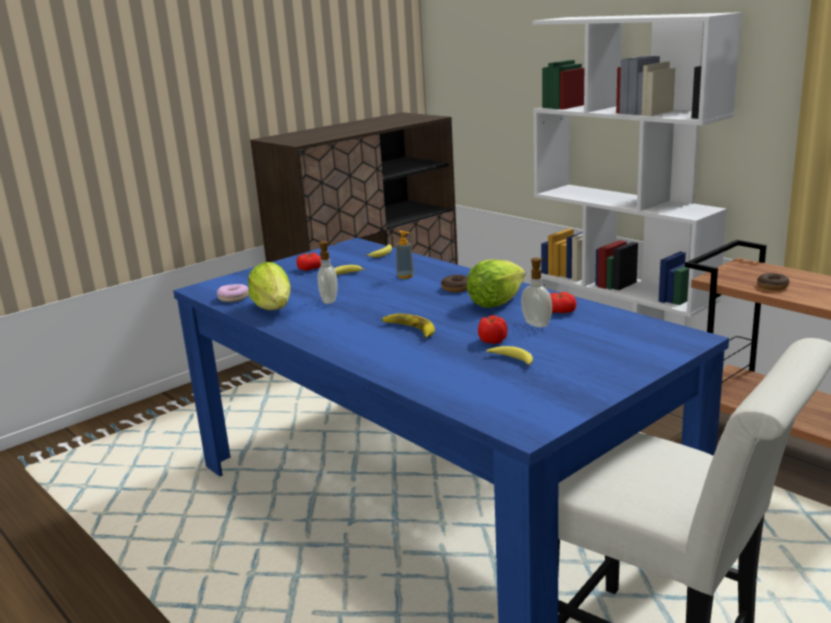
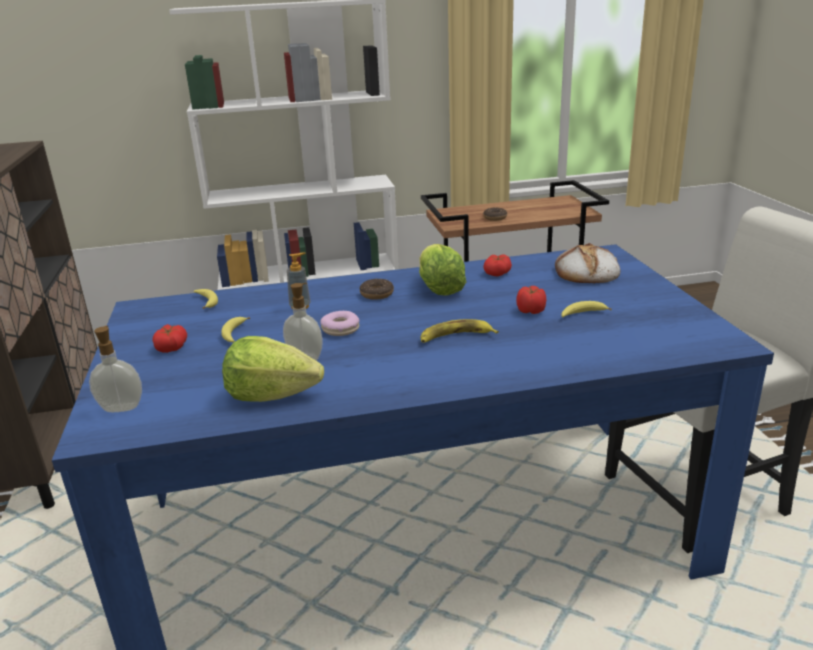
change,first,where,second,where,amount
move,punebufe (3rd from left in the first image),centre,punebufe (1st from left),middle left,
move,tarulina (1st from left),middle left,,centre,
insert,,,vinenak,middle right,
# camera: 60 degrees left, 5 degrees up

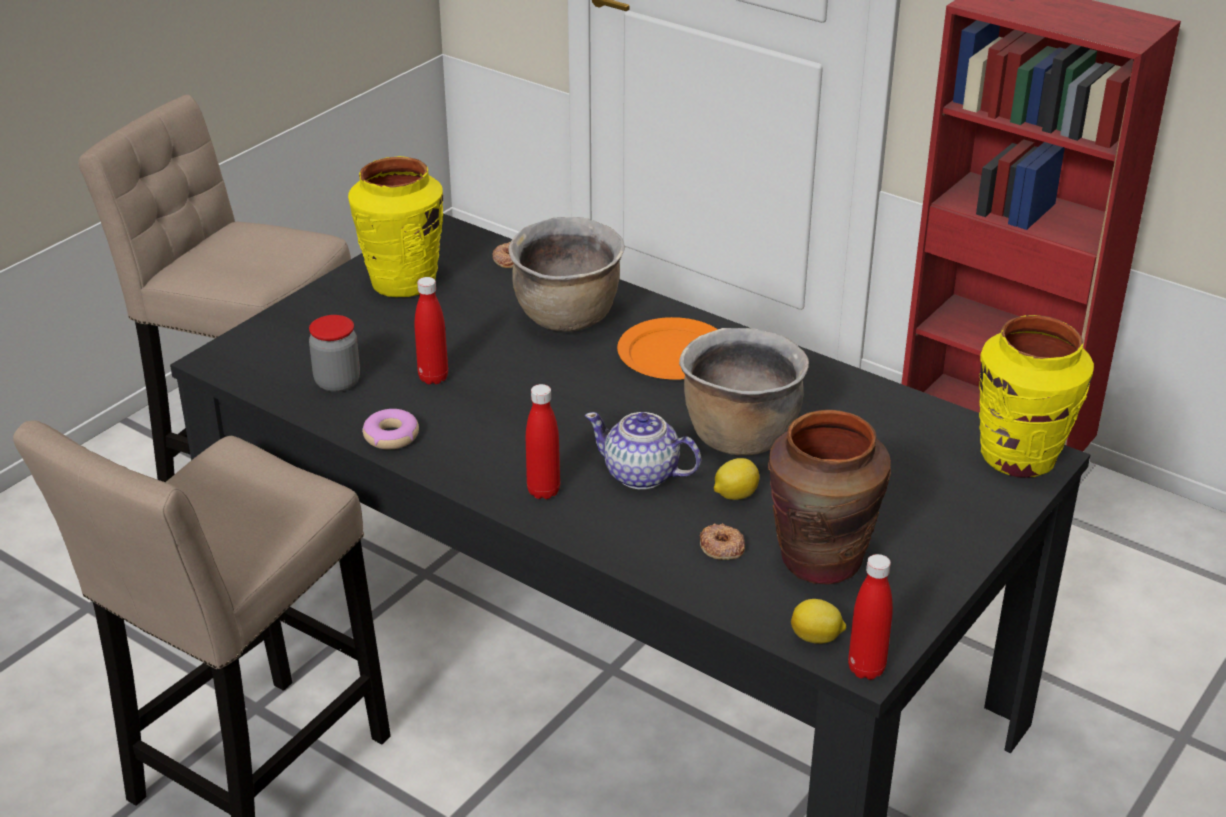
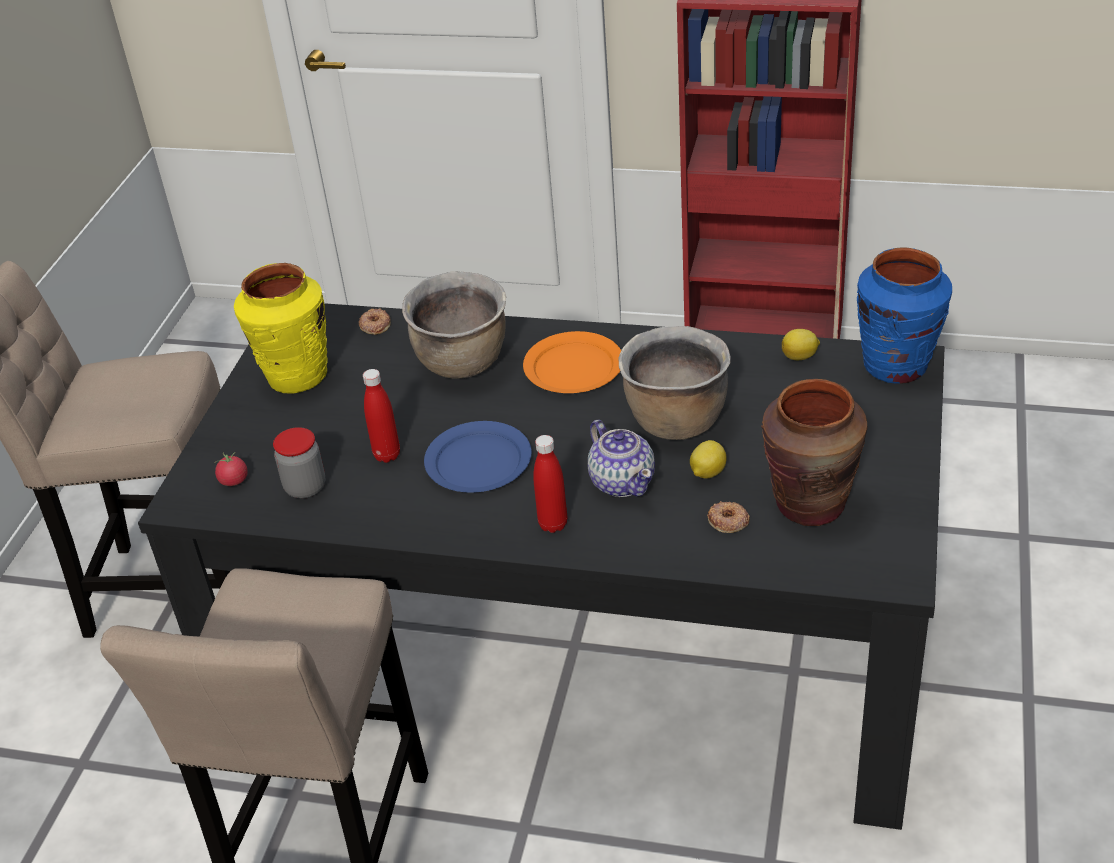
change,first,where,second,where,amount
recolor,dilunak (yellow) (2nd from left),middle right,dilunak (blue),middle right,
delete,tarulina (1st from left),middle left,,,
rotate,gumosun,centre,,centre,120 degrees counterclockwise
delete,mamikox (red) (3rd from left),bottom right,,,
move,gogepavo (2nd from left),bottom right,,middle right,
insert,,,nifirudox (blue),centre,
insert,,,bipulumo,middle left,
# camera: 20 degrees left, 5 degrees up

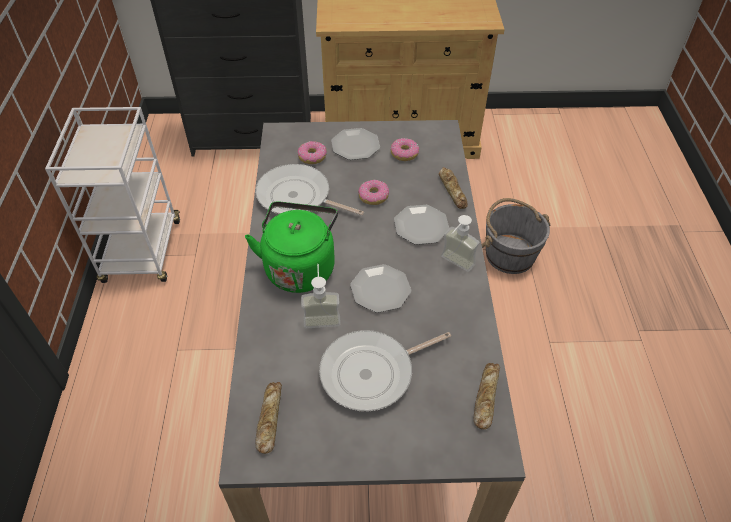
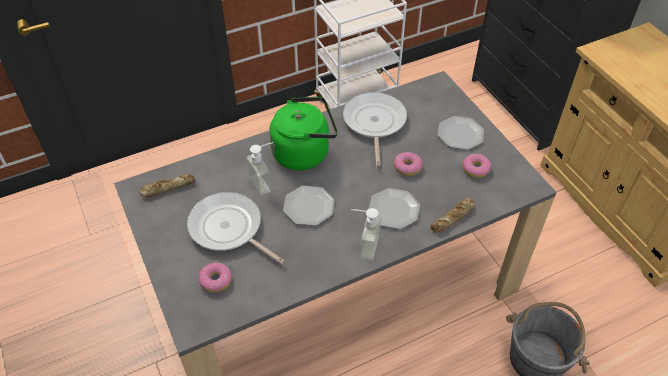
change,first,where,second,where,amount
move,tarulina (1st from left),top centre,,bottom left,
delete,vinenak (3rd from left),bottom centre,,,
# camera: 65 degrees right, 0 degrees up

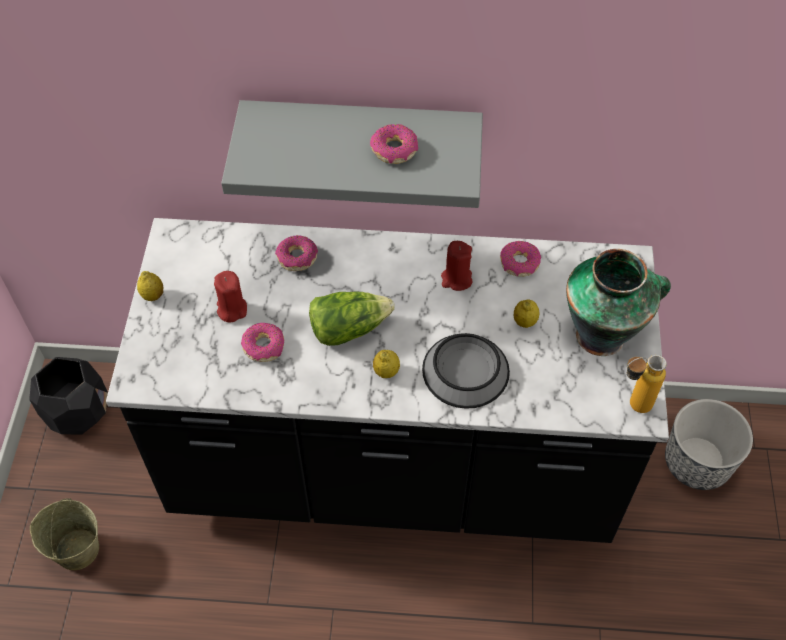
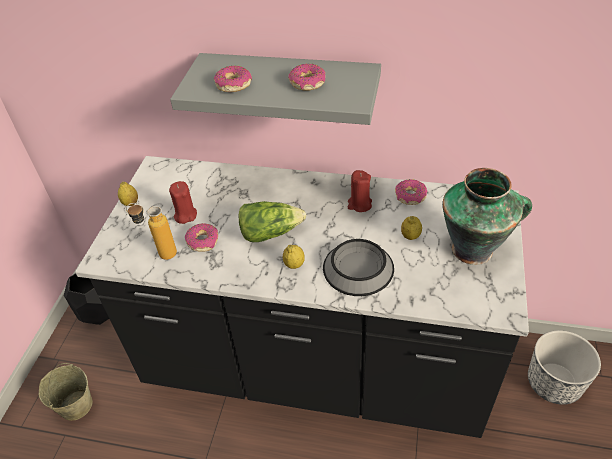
change,first,where,second,where,amount
move,tarulina (2nd from left),centre,,top centre,
move,mamikox,middle right,,middle left,
# camera: 10 degrees right, 10 degrees down

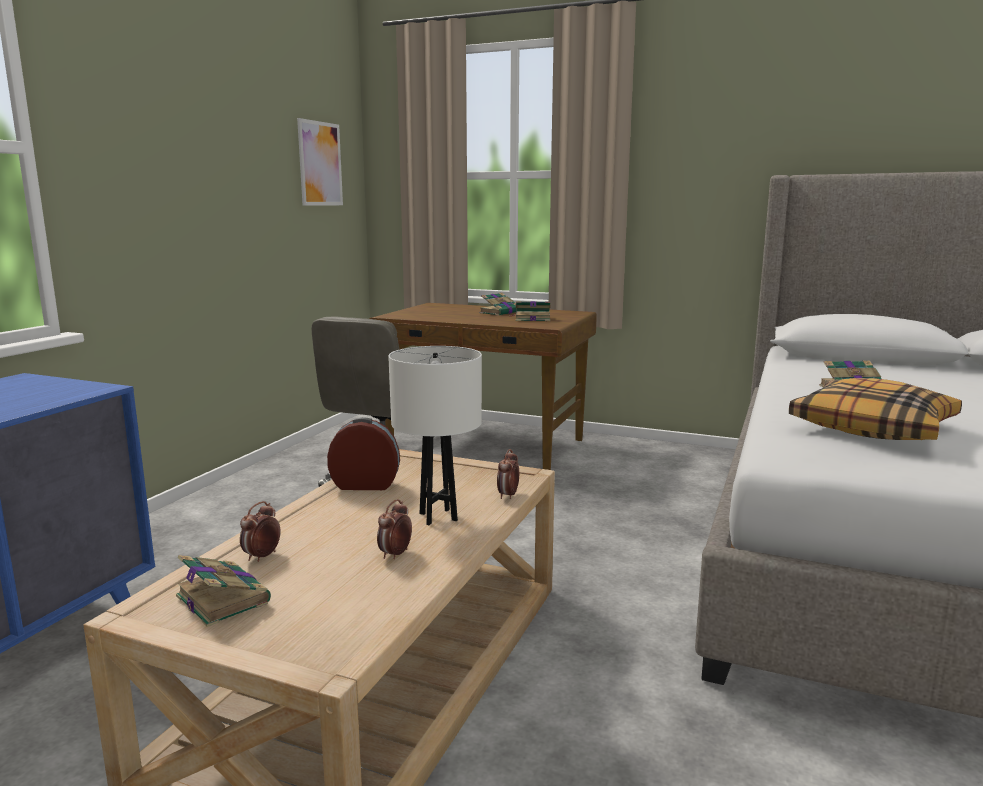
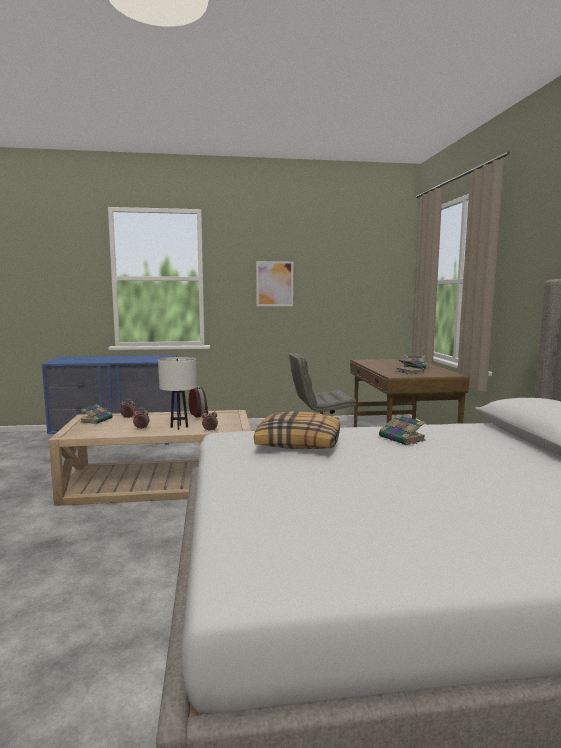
change,first,where,second,where,amount
move,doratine,top left,,centre,
# camera: 60 degrees right, 5 degrees down

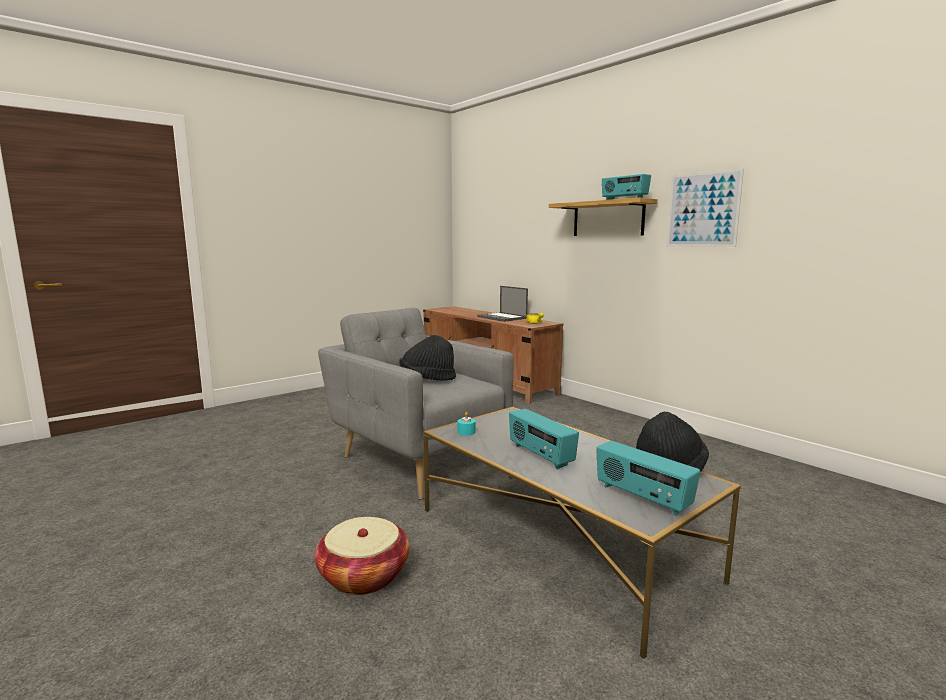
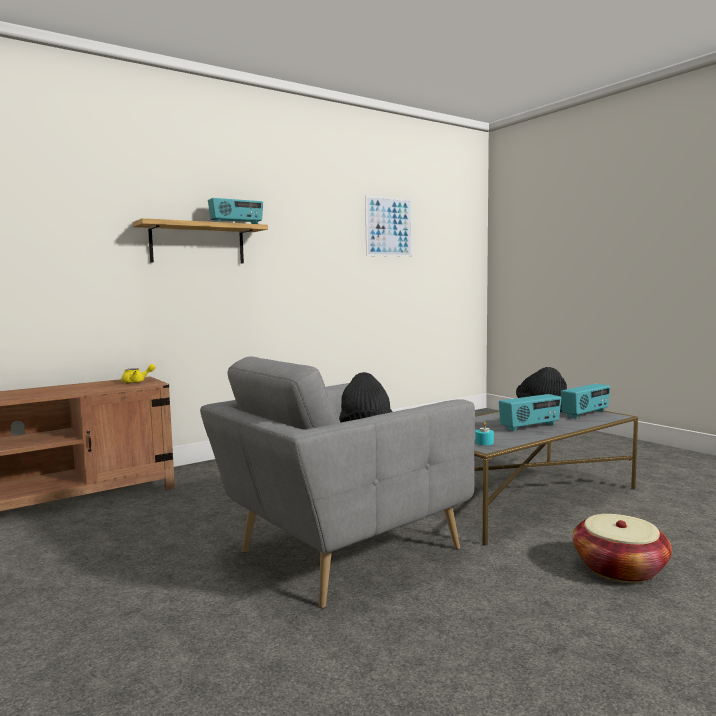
change,first,where,second,where,amount
move,doratine,top right,,top centre,
delete,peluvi,centre,,,
# camera: 85 degrees left, 5 degrees down

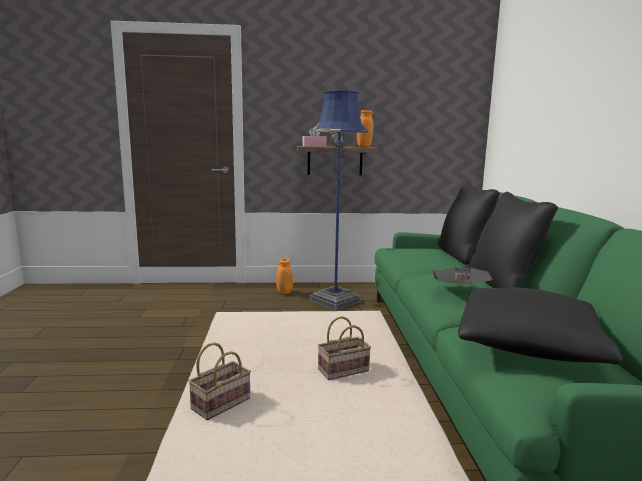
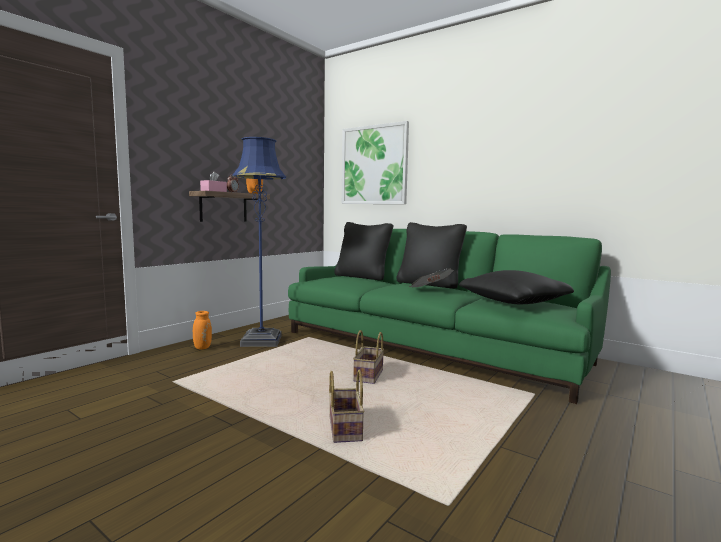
change,first,where,second,where,amount
insert,,,doratine,top centre,
# camera: 50 degrees left, 5 degrees down

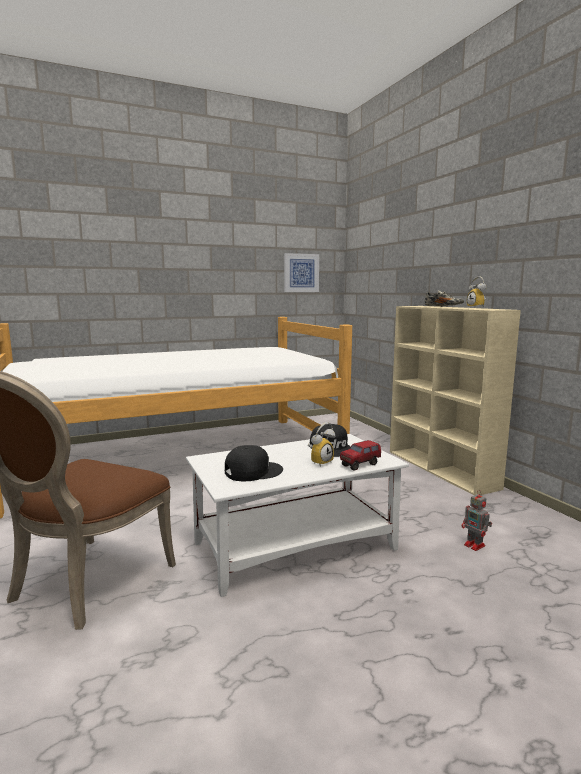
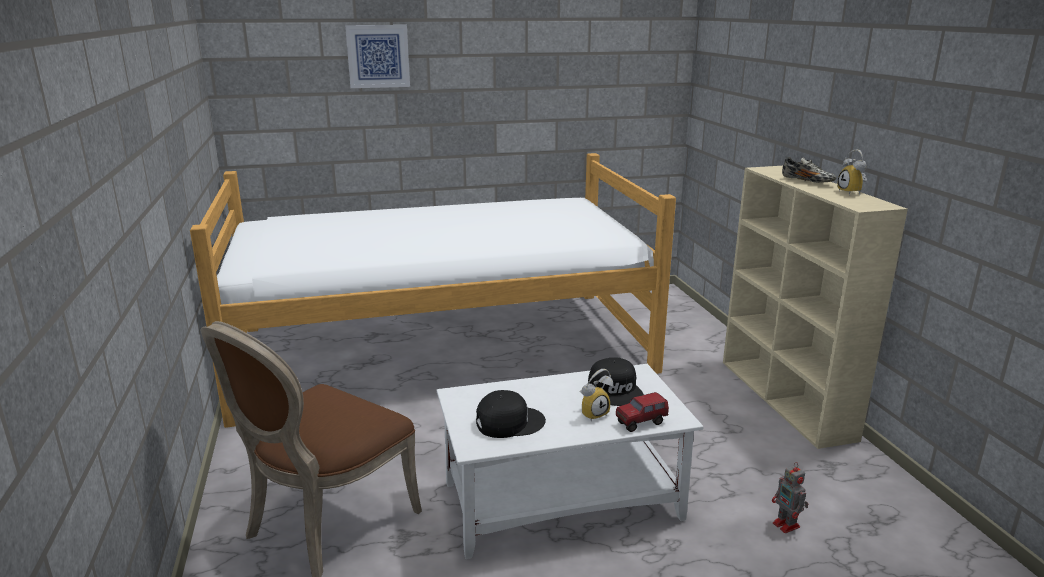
change,first,where,second,where,amount
move,doratine,centre,,top centre,
# camera: 10 degrees right, 10 degrees up

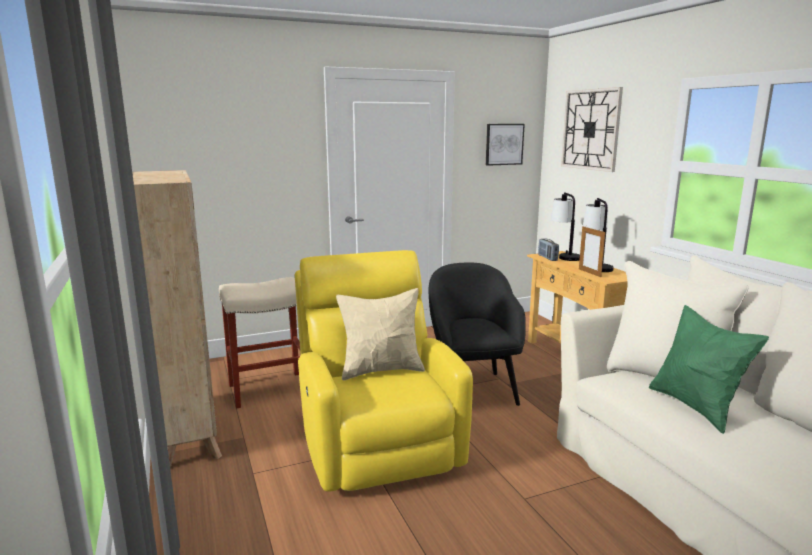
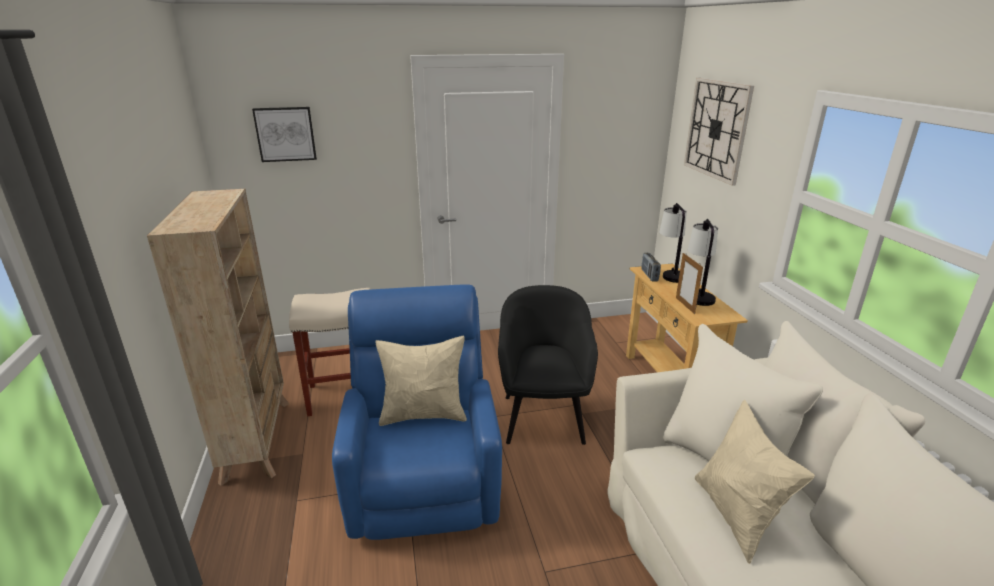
change,first,where,second,where,amount
move,doratine,top centre,,top left,
recolor,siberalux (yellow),bottom centre,siberalux (blue),bottom centre,
recolor,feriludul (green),middle right,feriludul (beige) (2nd from left),bottom right,
# camera: 10 degrees right, 10 degrees up

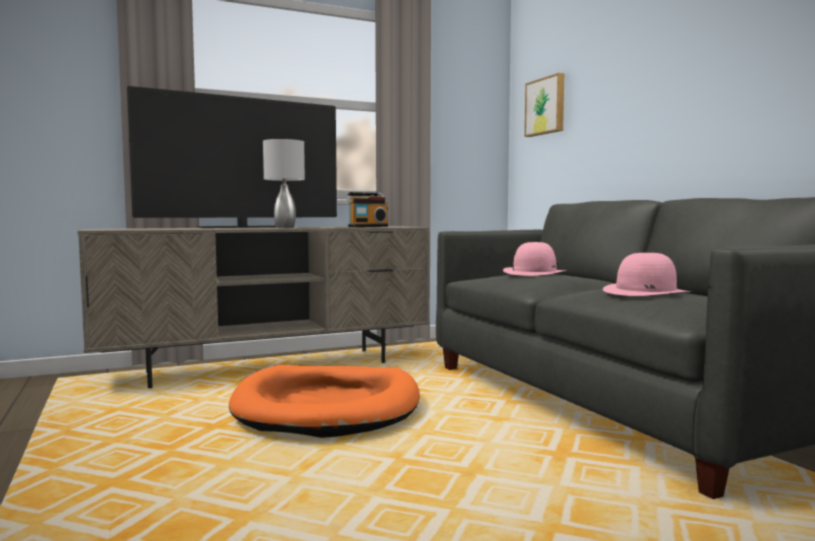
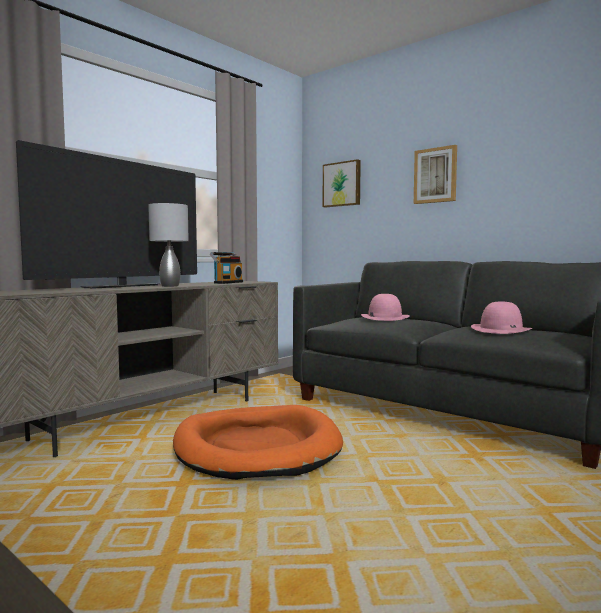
change,first,where,second,where,amount
insert,,,doratine (2nd from left),top right,
# camera: 25 degrees left, 0 degrees up

